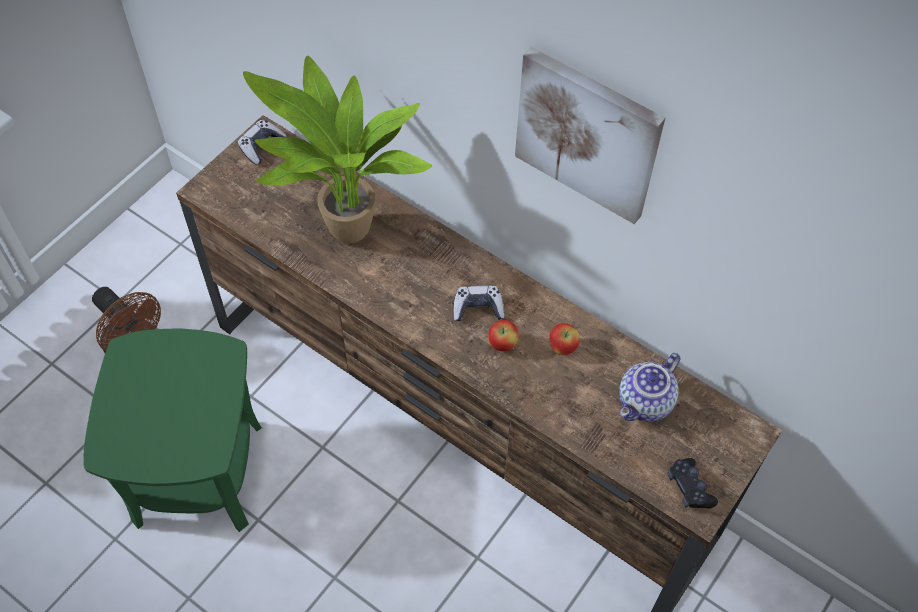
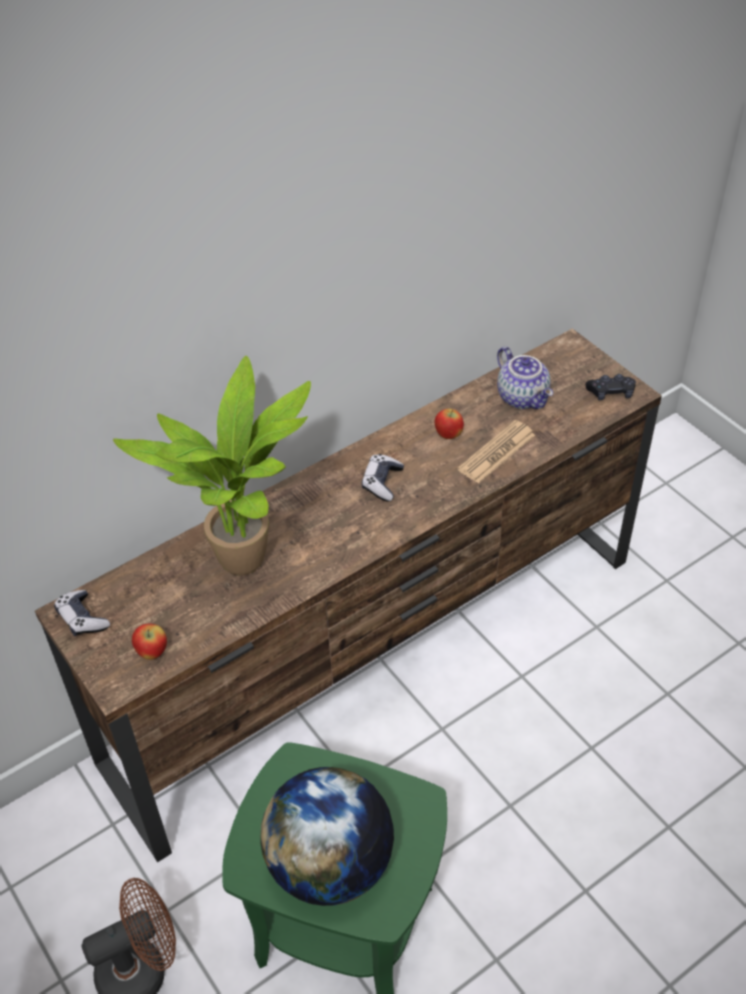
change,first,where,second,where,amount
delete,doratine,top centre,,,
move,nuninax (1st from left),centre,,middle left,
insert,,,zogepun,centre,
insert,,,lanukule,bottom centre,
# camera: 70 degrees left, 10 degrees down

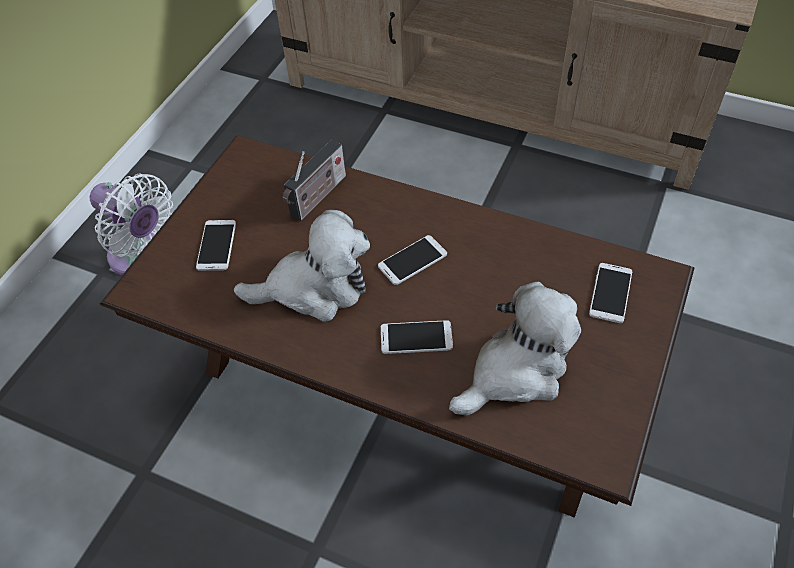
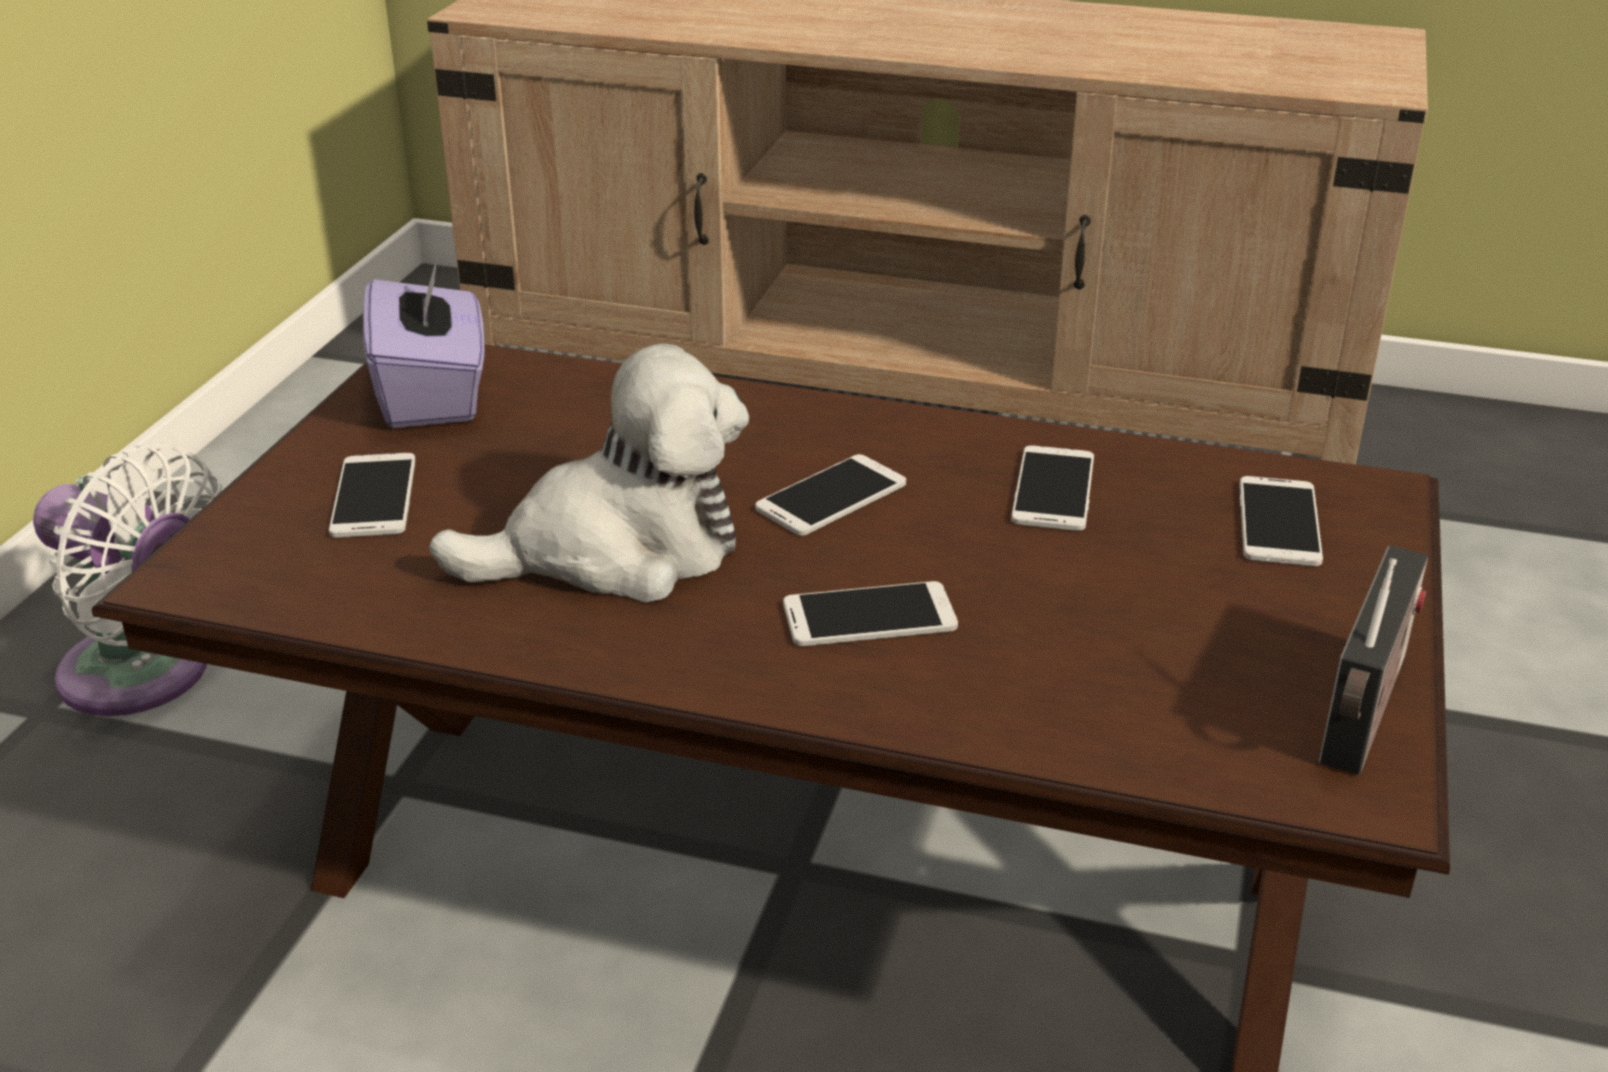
change,first,where,second,where,amount
move,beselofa,top centre,,middle right,
delete,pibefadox (2nd from left),centre,,,
insert,,,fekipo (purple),top left,
insert,,,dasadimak (4th from left),centre,
# camera: 10 degrees left, 20 degrees down

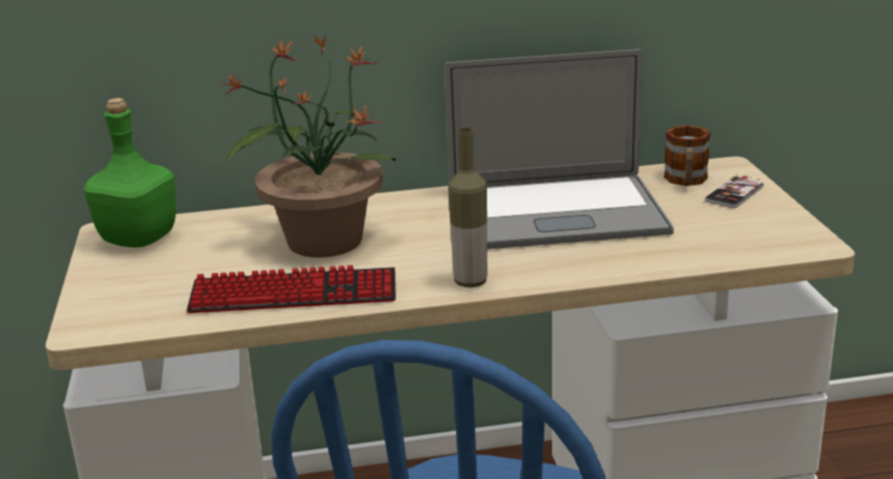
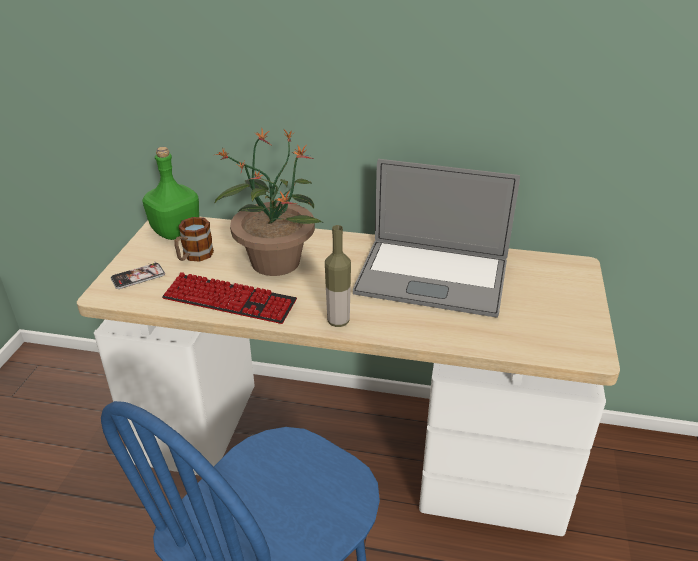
change,first,where,second,where,amount
move,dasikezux,top right,,middle left,
move,dasadimak,middle right,,middle left,
# camera: 20 degrees right, 10 degrees up

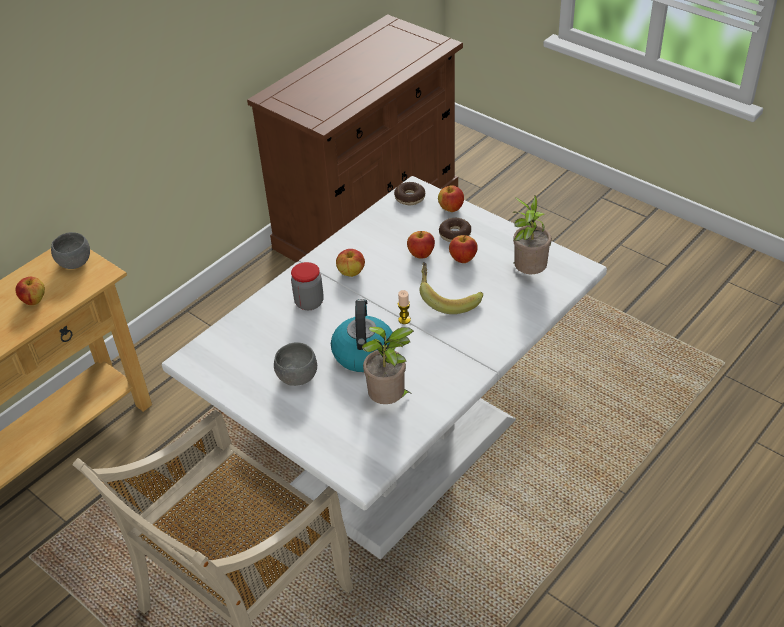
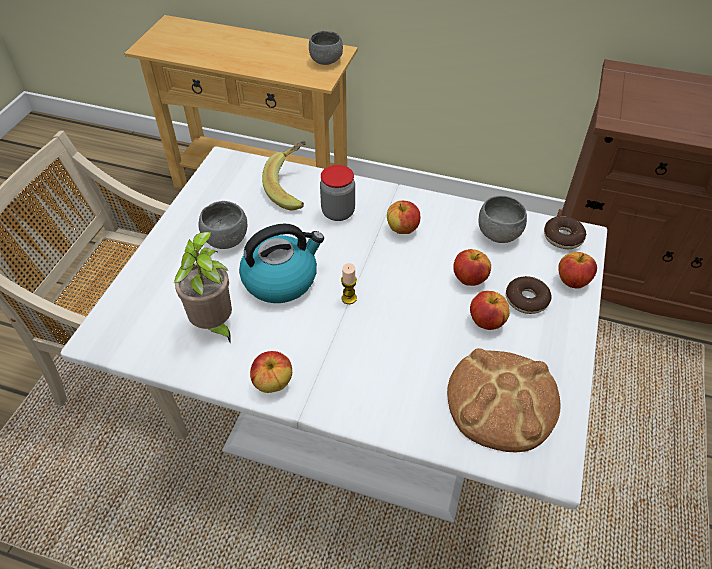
change,first,where,second,where,amount
replace,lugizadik (2nd from left),middle right,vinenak,bottom right,
move,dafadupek,centre,,top centre,
move,nuninax (1st from left),middle left,,centre,
insert,,,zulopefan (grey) (3rd from left),middle right,
# camera: 65 degrees right, 5 degrees up

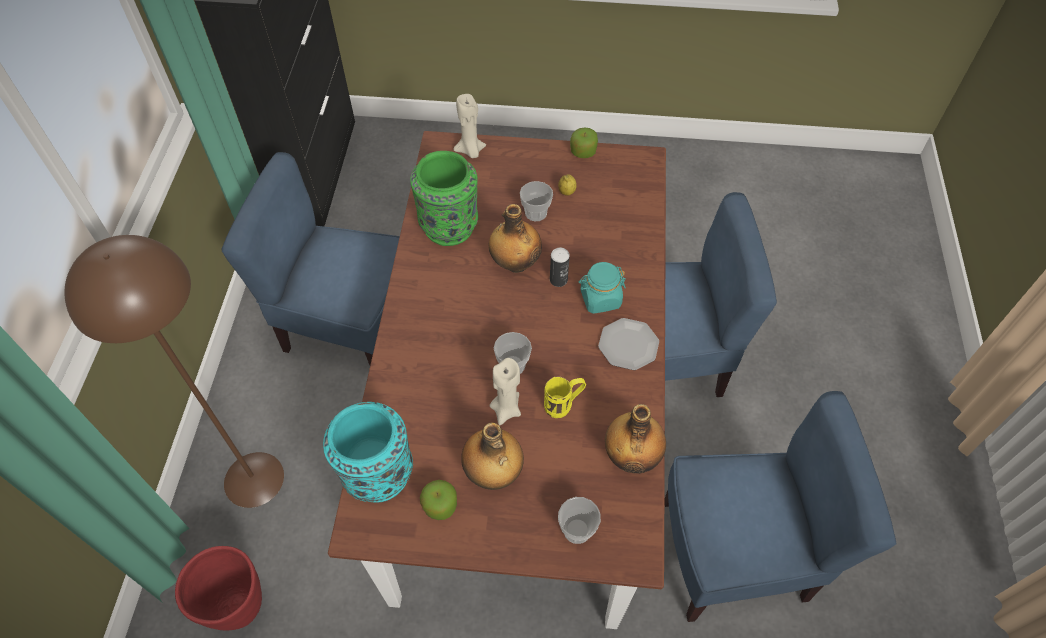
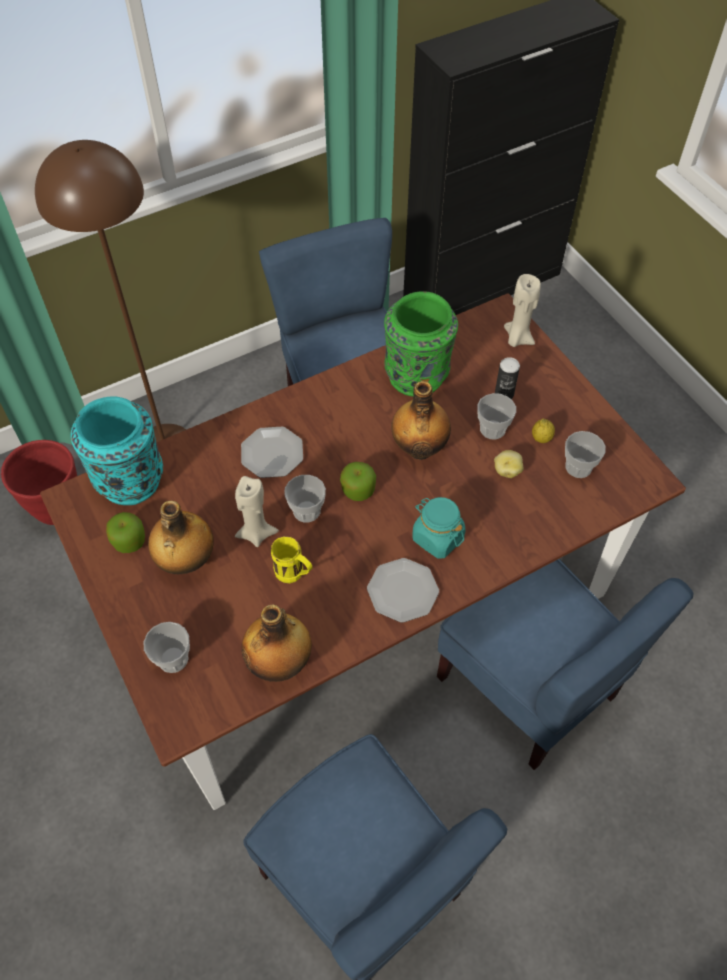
change,first,where,second,where,amount
move,nuninax (2nd from left),top centre,,centre,
move,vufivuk,centre,,middle right,
insert,,,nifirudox (1st from left),centre,
insert,,,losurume (4th from left),middle right,
insert,,,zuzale,middle right,
# camera: 55 degrees right, 0 degrees up

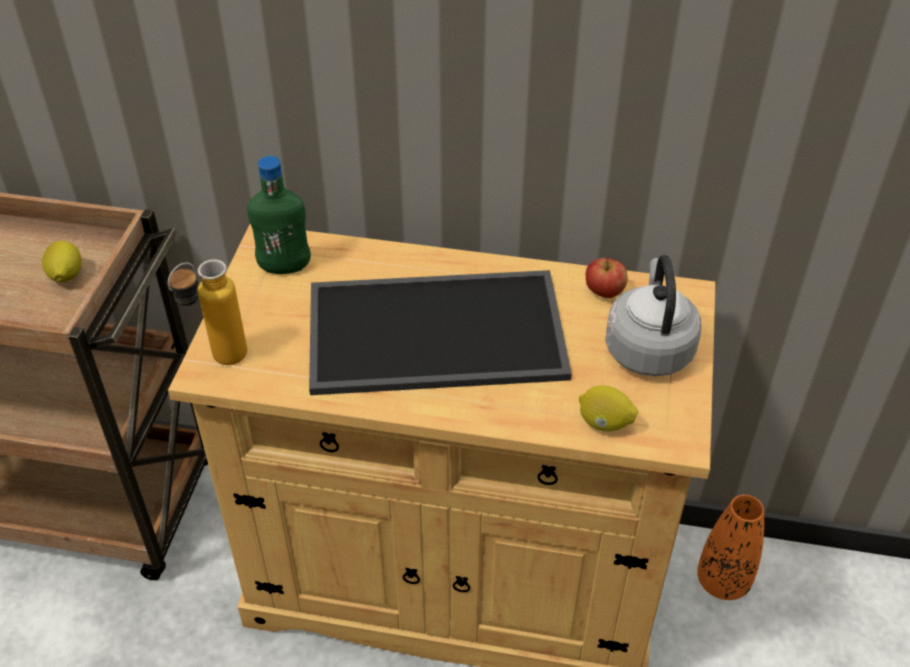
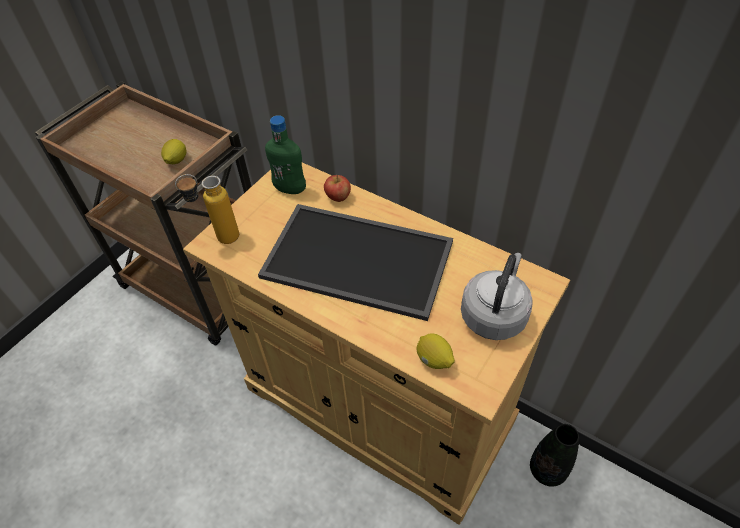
change,first,where,second,where,amount
move,nuninax,middle right,,centre,
recolor,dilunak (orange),bottom right,dilunak (black),bottom right,
# camera: 25 degrees right, 5 degrees up

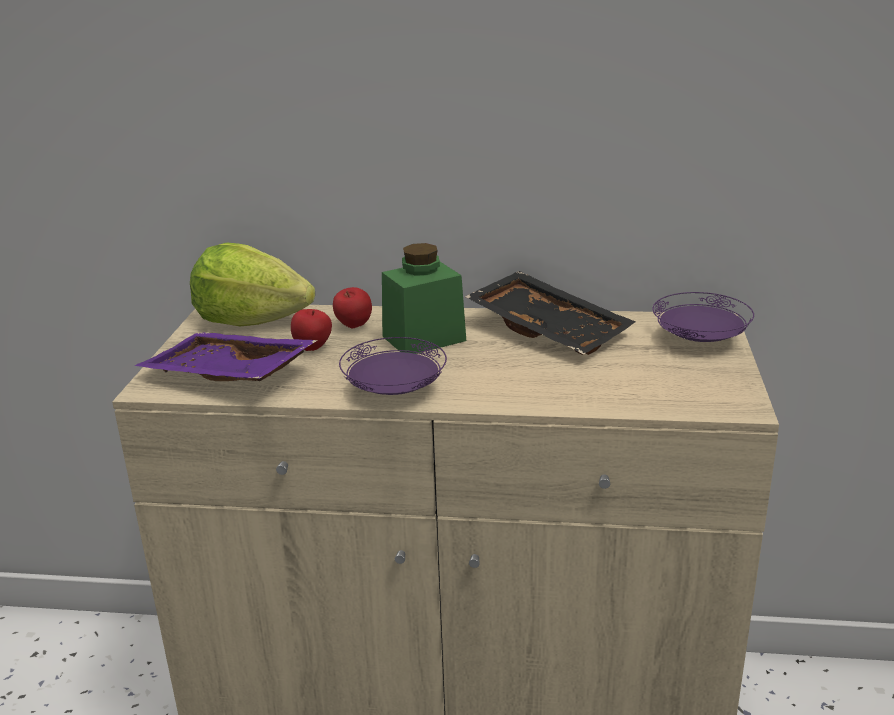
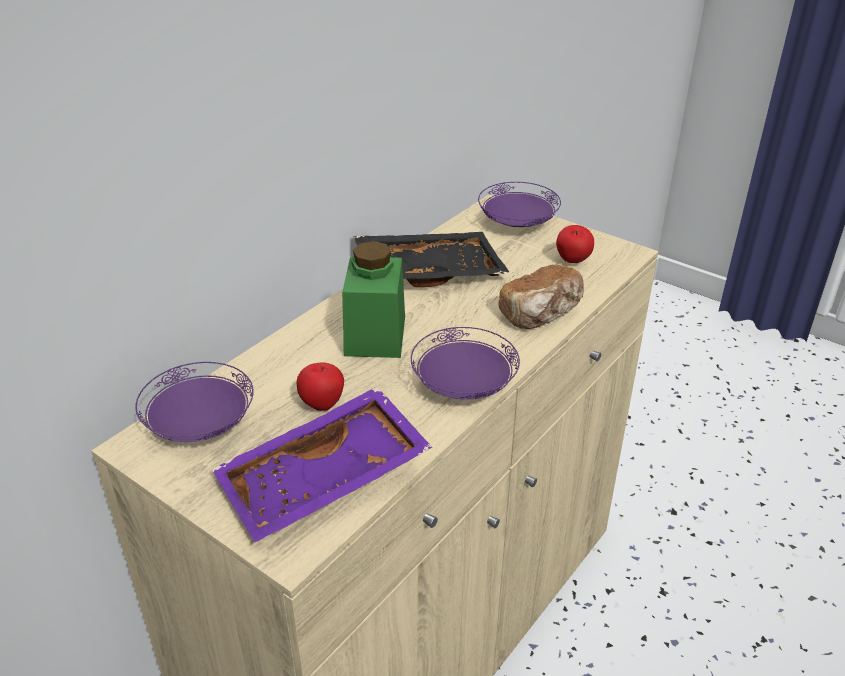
change,first,where,second,where,amount
replace,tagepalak,middle left,nifirudox (purple) (1st from left),middle left,
move,nuninax (2nd from left),centre,,middle right,
insert,,,vinenak,centre,
# camera: 60 degrees left, 10 degrees up

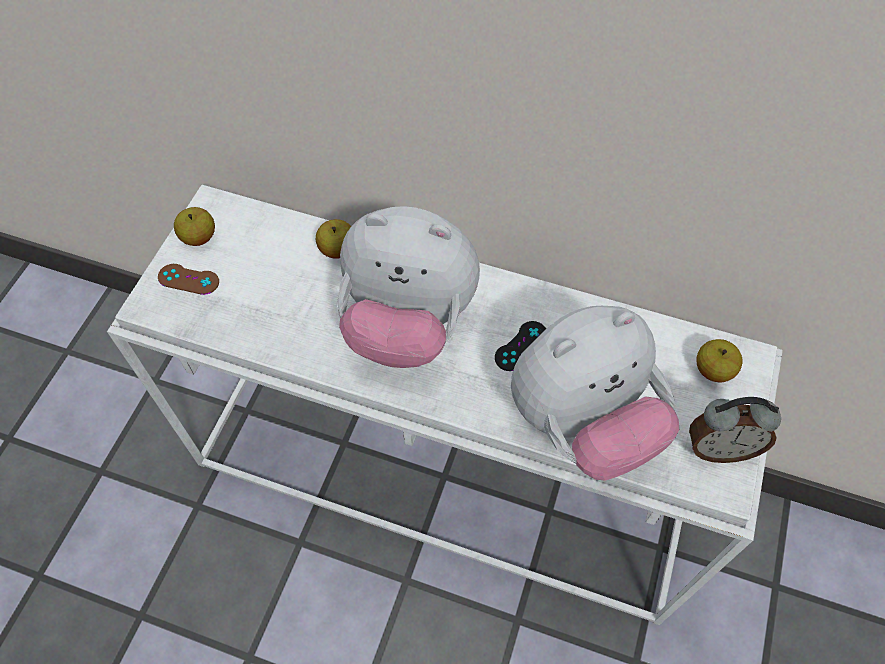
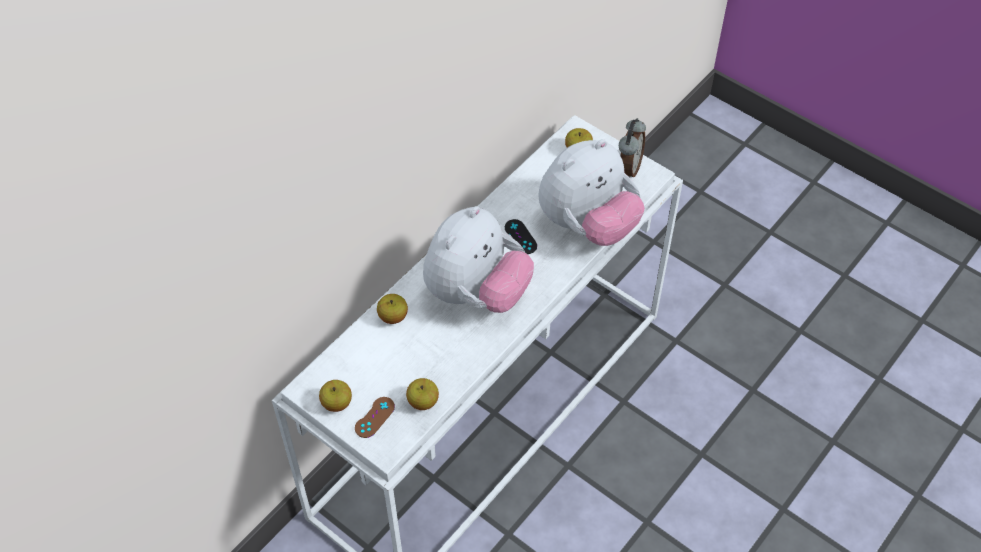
change,first,where,second,where,amount
rotate,pibefadox (2nd from left),middle right,,centre,60 degrees clockwise
insert,,,nuninax (3rd from left),bottom centre,
# camera: 70 degrees left, 5 degrees down

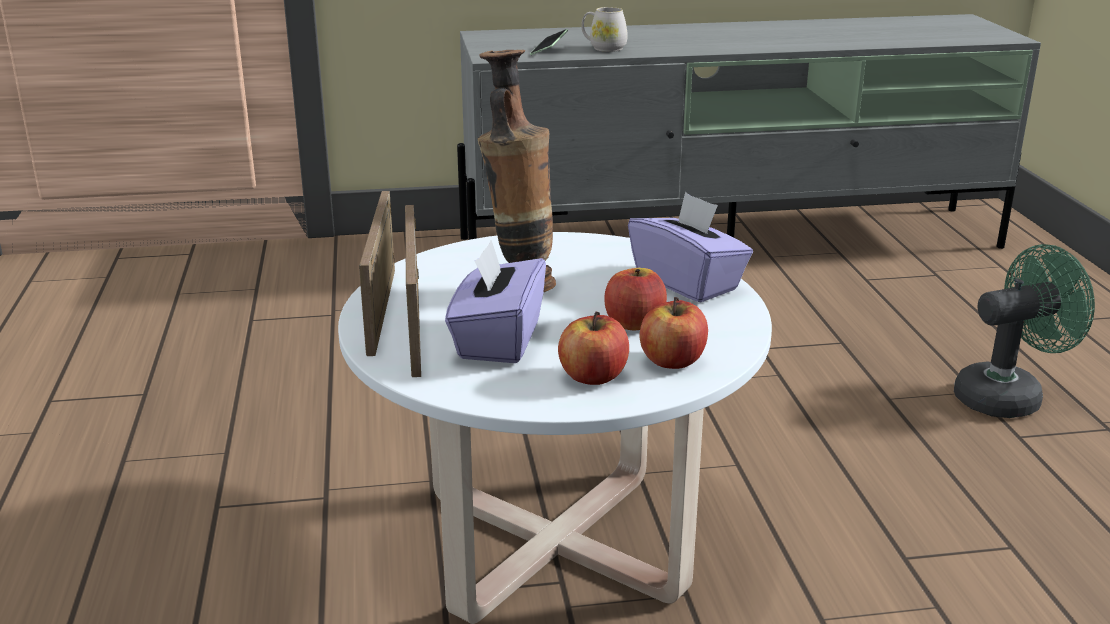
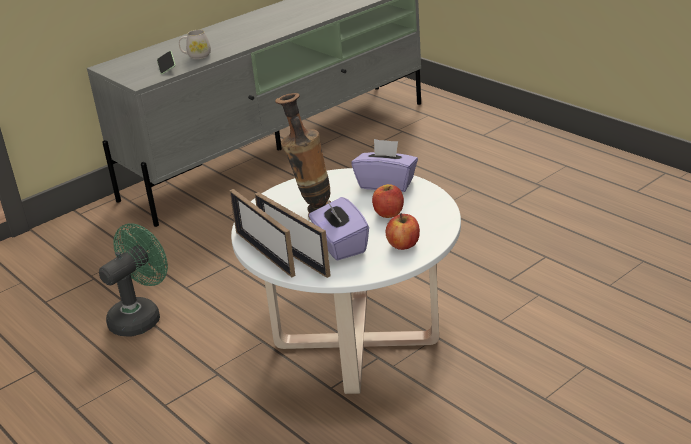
change,first,where,second,where,amount
move,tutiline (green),middle right,,middle left,
delete,nuninax (3rd from left),centre,,,
# camera: 30 degrees left, 5 degrees up

